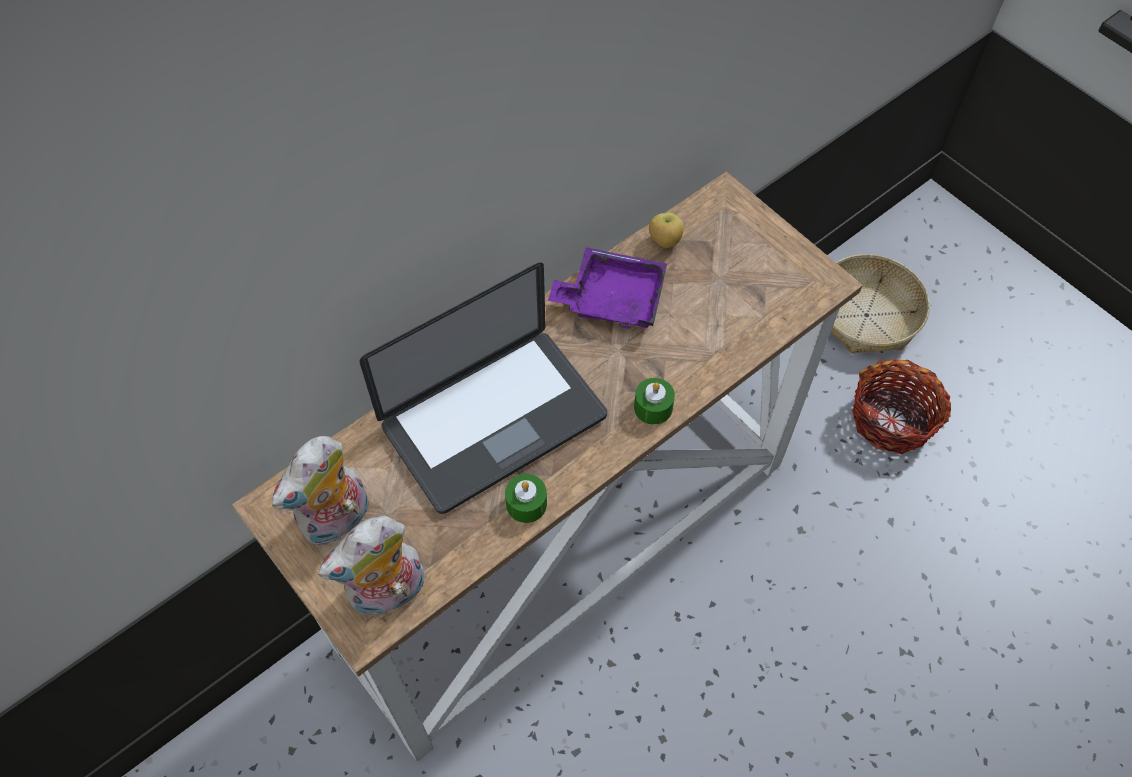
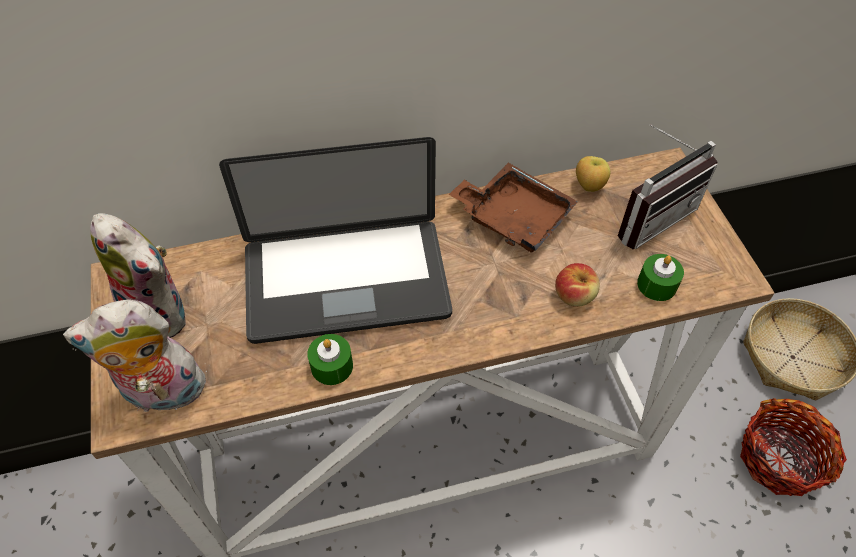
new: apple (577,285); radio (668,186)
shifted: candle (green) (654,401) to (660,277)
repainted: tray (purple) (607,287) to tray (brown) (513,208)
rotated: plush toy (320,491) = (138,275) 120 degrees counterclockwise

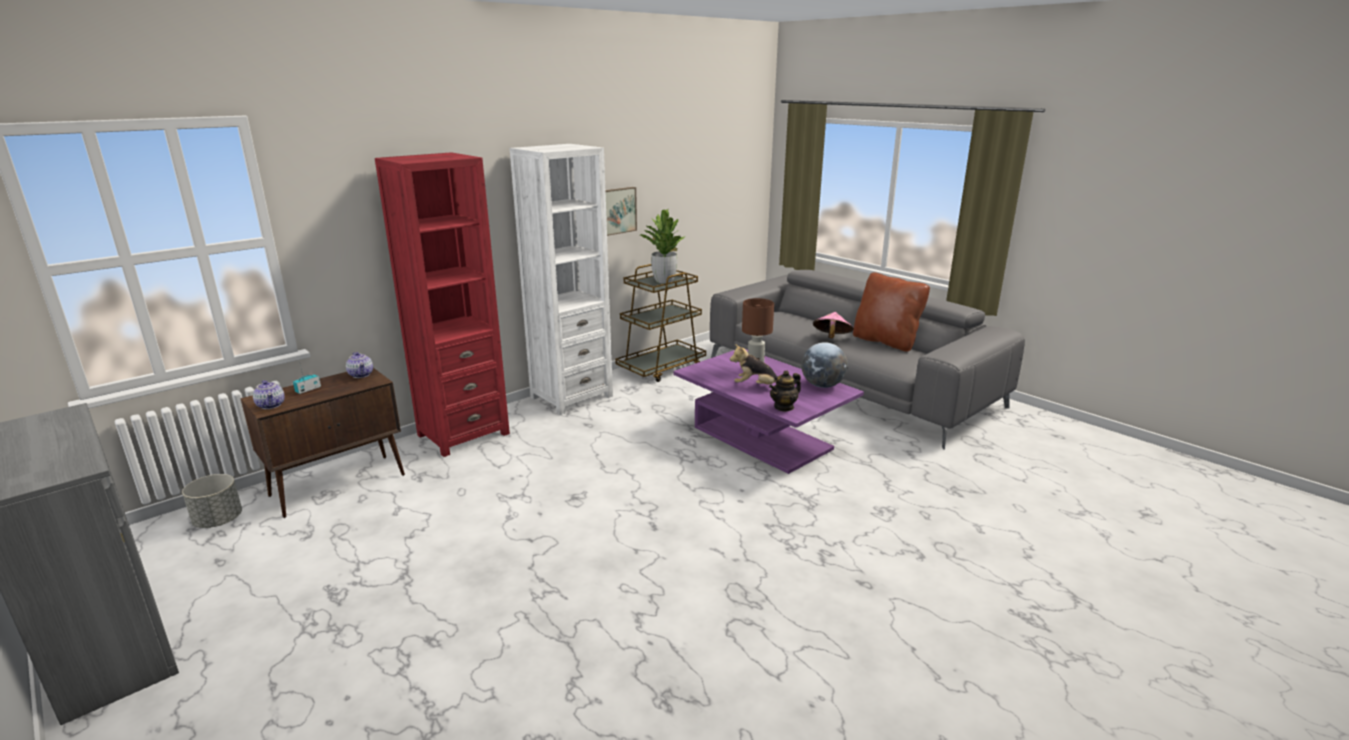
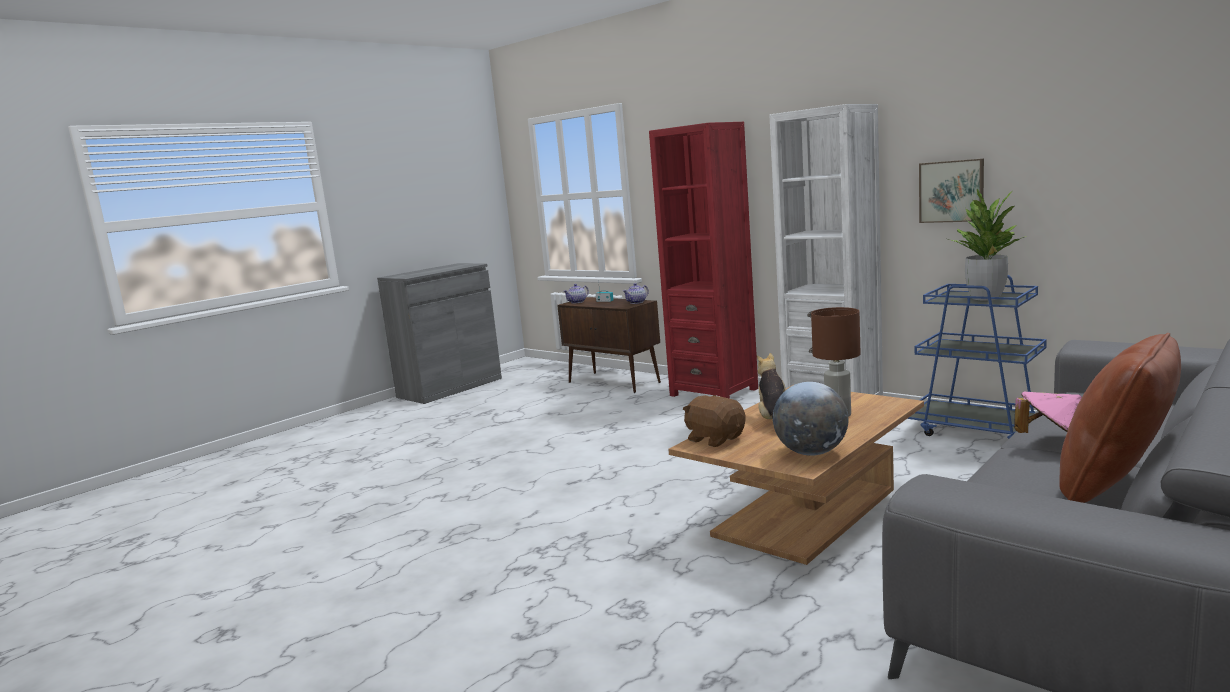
gone: planter (grey) (212,501)
swapped: teapot (785,391) to plush toy (brown) (714,421)
repainted: coffee table (purple) (768,411) to coffee table (brown) (796,475); cart (brown) (660,323) to cart (blue) (977,357)

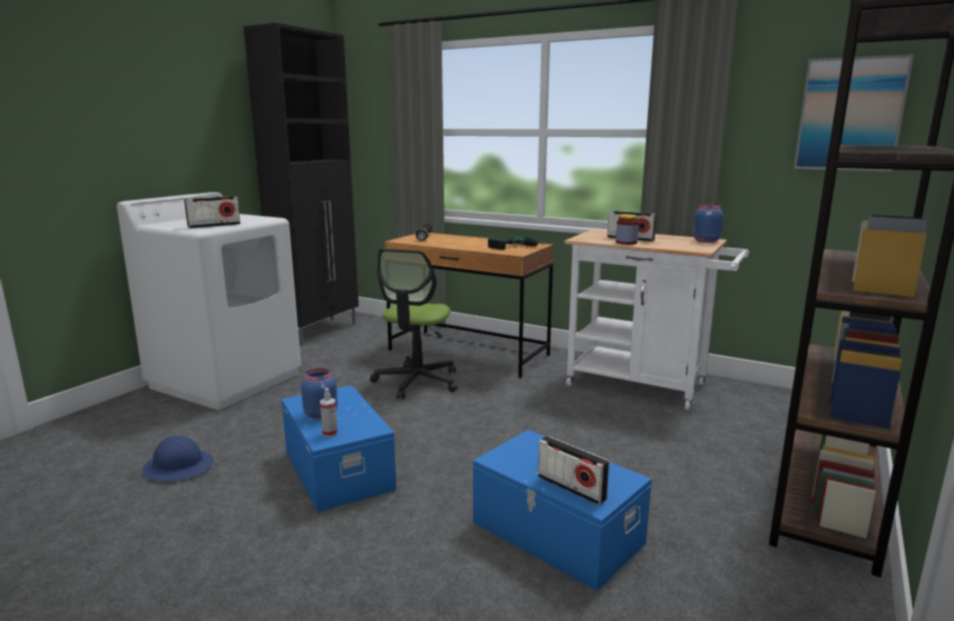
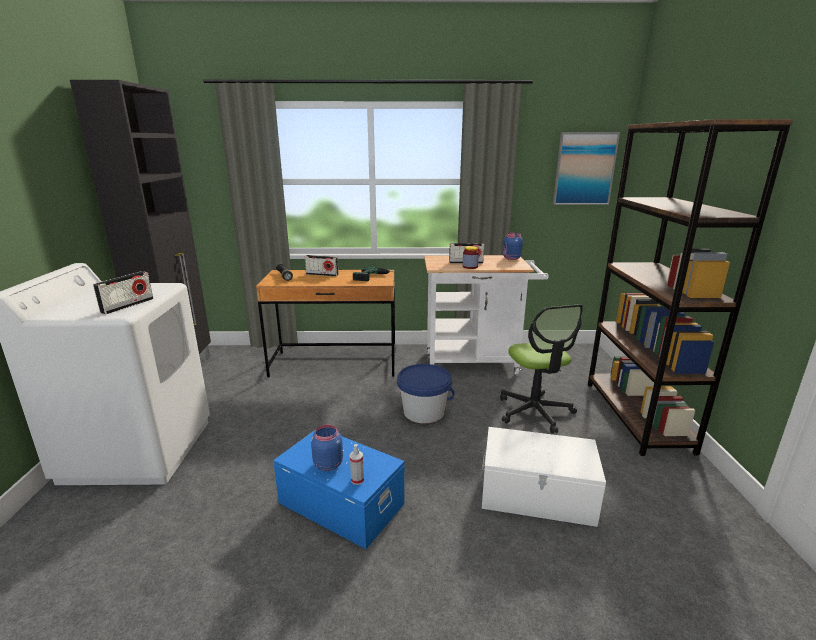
gone: hard hat (blue) (178,458)
new: bucket (blue) (426,393)
shifted: radio (574,470) to (322,265); office chair (414,324) to (541,369)
repainted: storage box (blue) (562,510) to storage box (white) (544,477)

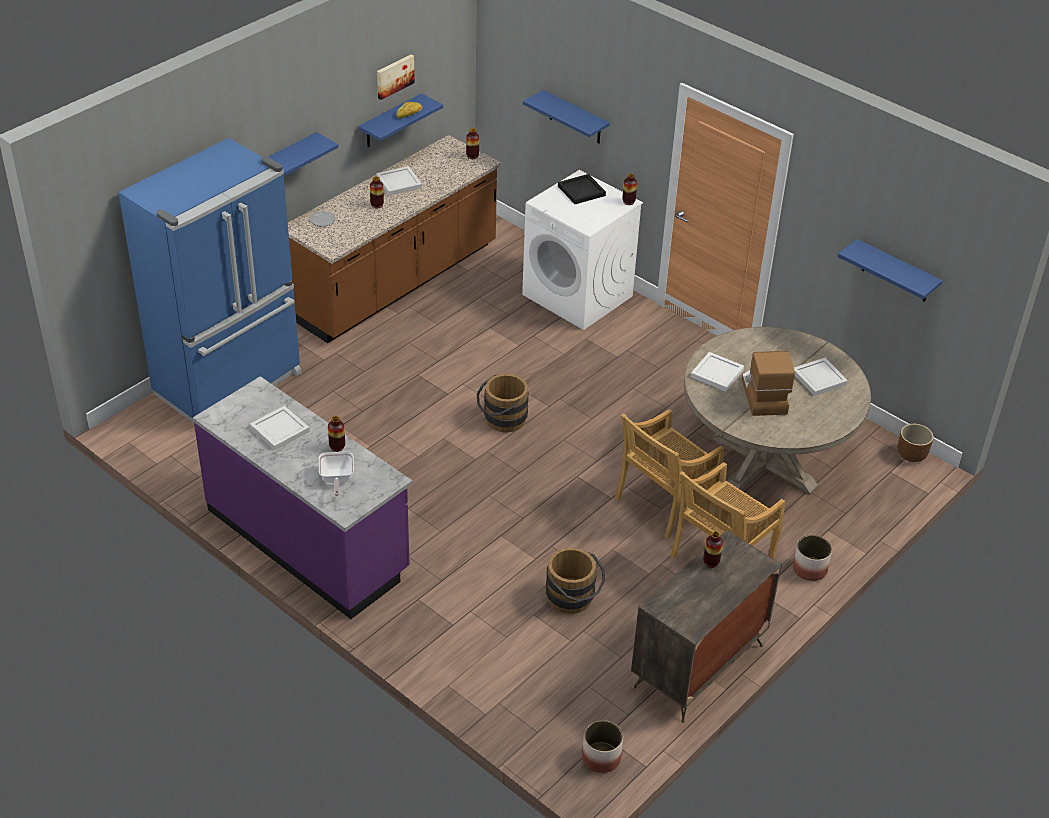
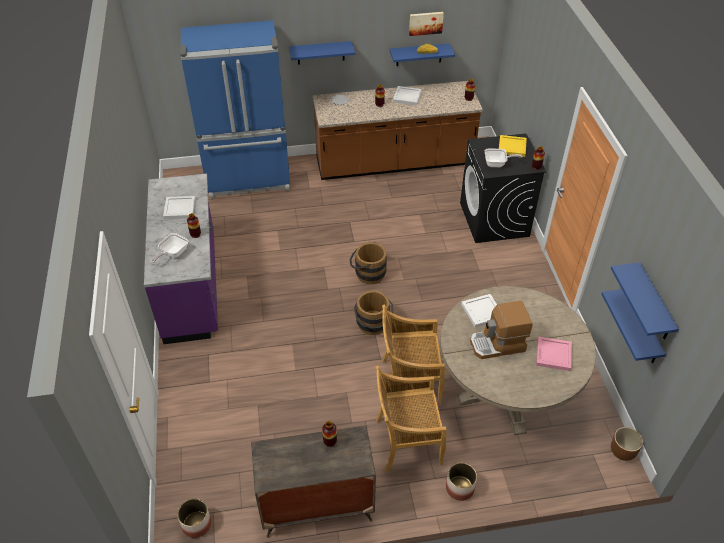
new: frying pan (504,158)
shifted: bucket (brown) (575,581) to (373,313); shelf (blue) (566,117) to (633,326)
repainted: washing machine (white) (582,250) to washing machine (black) (503,188); tray (black) (582,189) to tray (yellow) (513,146); tray (white) (821,377) to tray (pink) (554,354)
rotated: coffee machine (768,383) = (501,330) 135 degrees counterclockwise

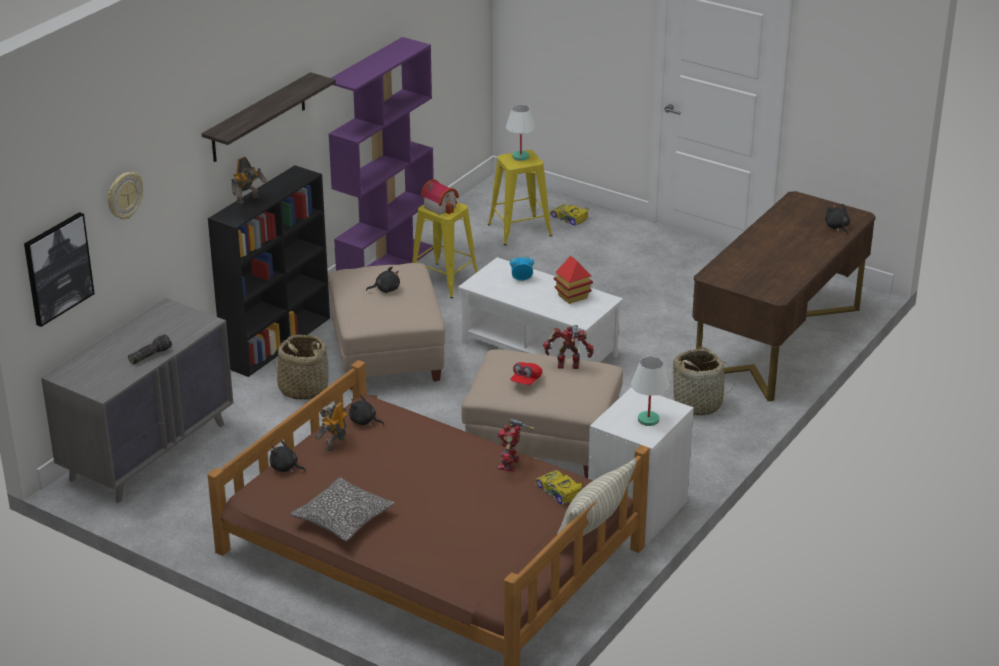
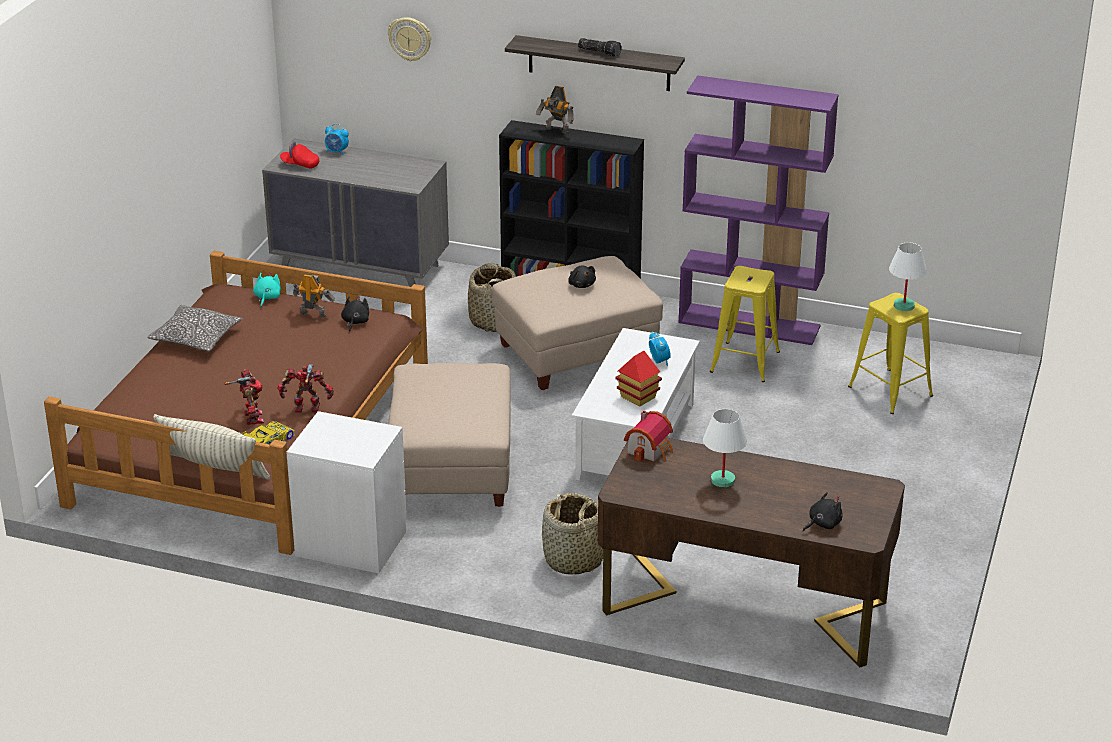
gone: picture (59,269); toy car (569,215)
new: alarm clock (337,139)
shifted: toy robot (568,347) to (244,397); cap (red) (526,373) to (299,155); flashlight (150,349) to (600,47); toy house (440,197) to (648,436); table lamp (white) (650,391) to (725,448)
repainted: plush toy (black) (288,456) to plush toy (turquoise) (267,289)

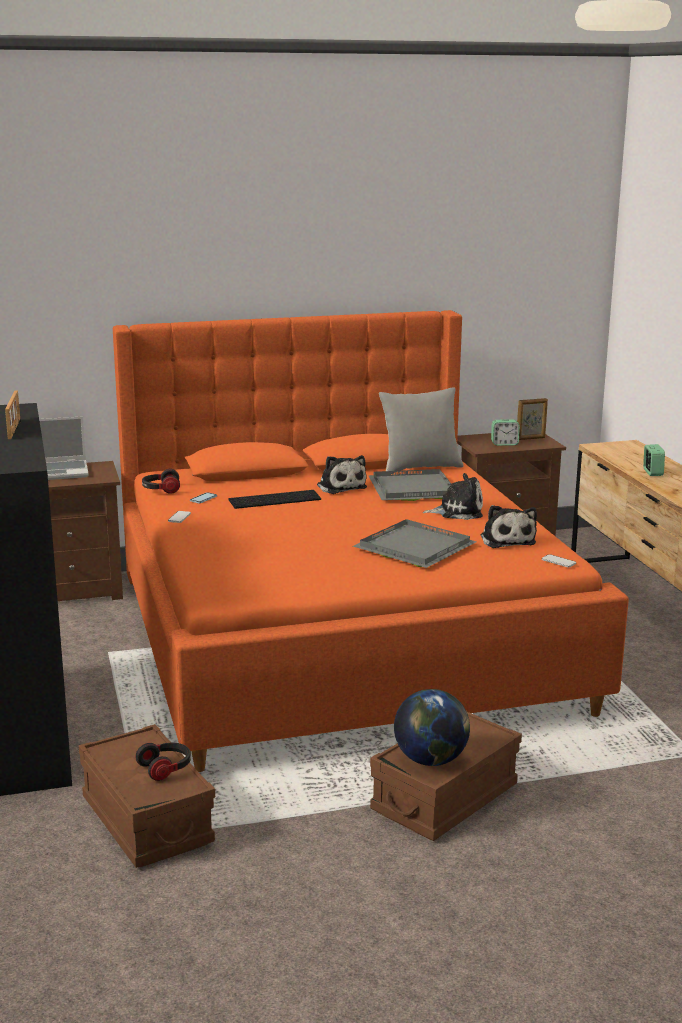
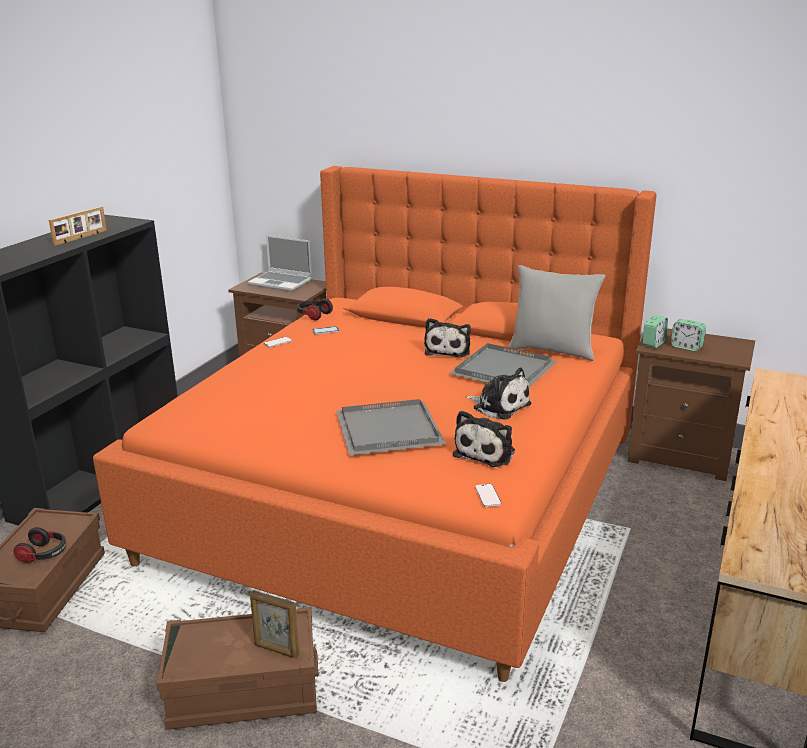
gone: keyboard (274,499); globe (432,727)
shifted: picture frame (532,419) to (274,624); alarm clock (654,460) to (655,331)

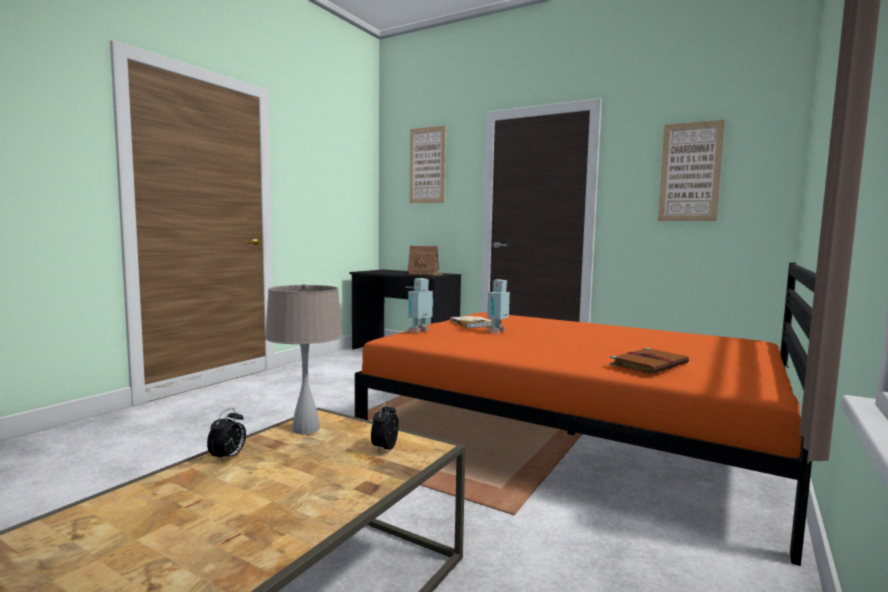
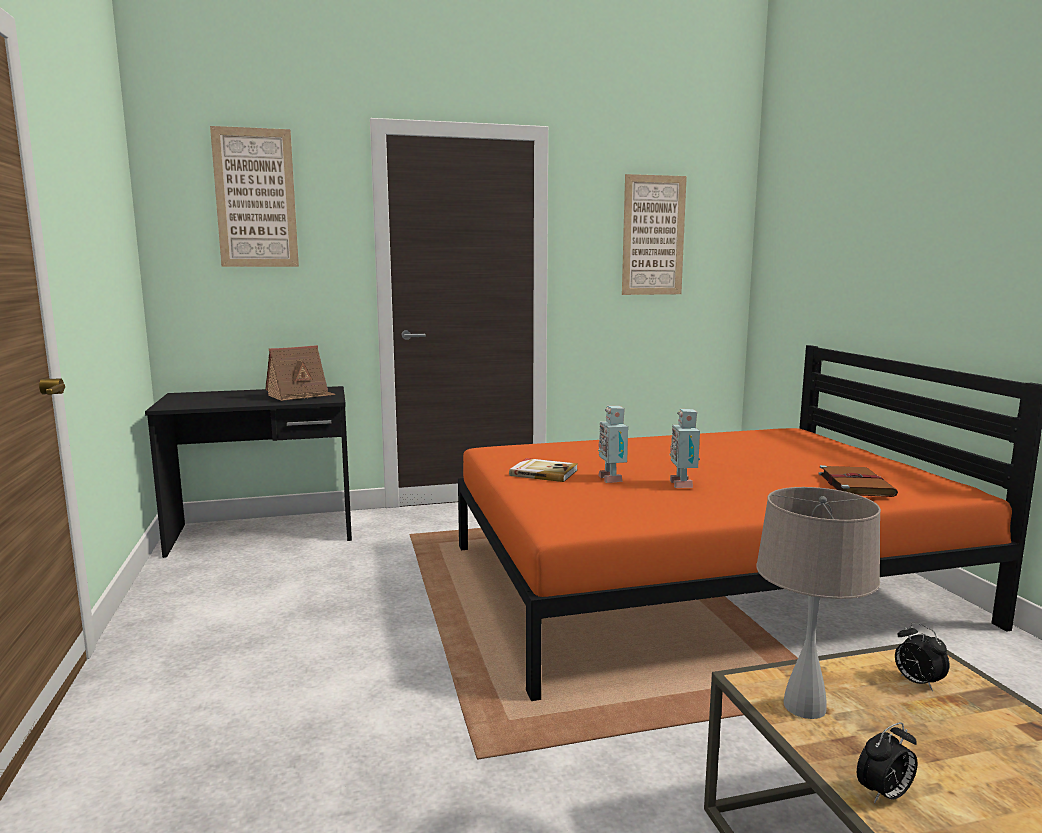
shifted: toy robot (421,305) to (684,448)
rotated: alarm clock (226,435) = (887,763) 90 degrees clockwise

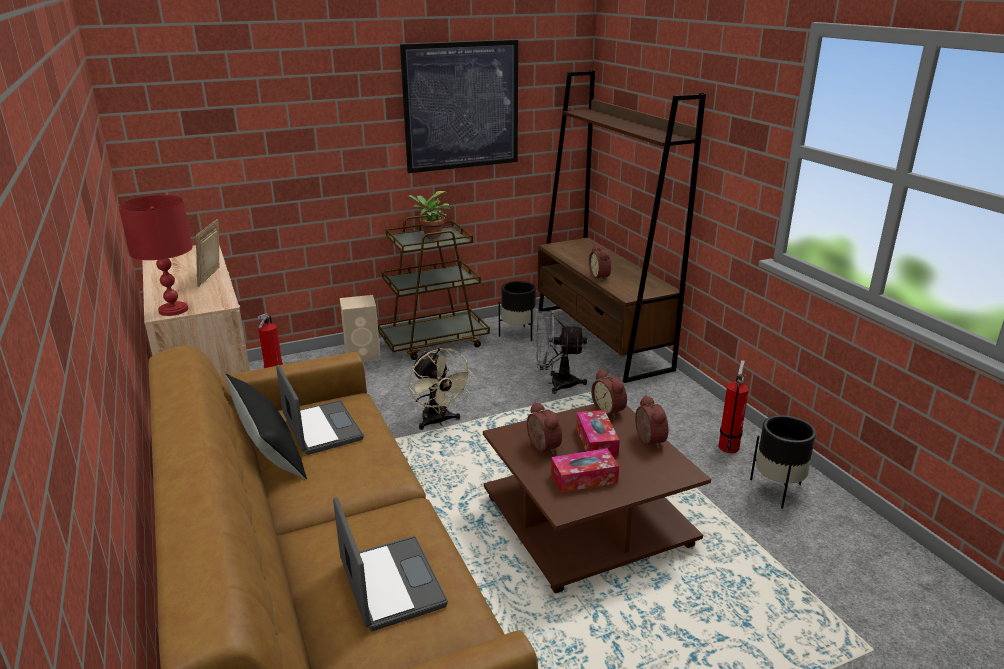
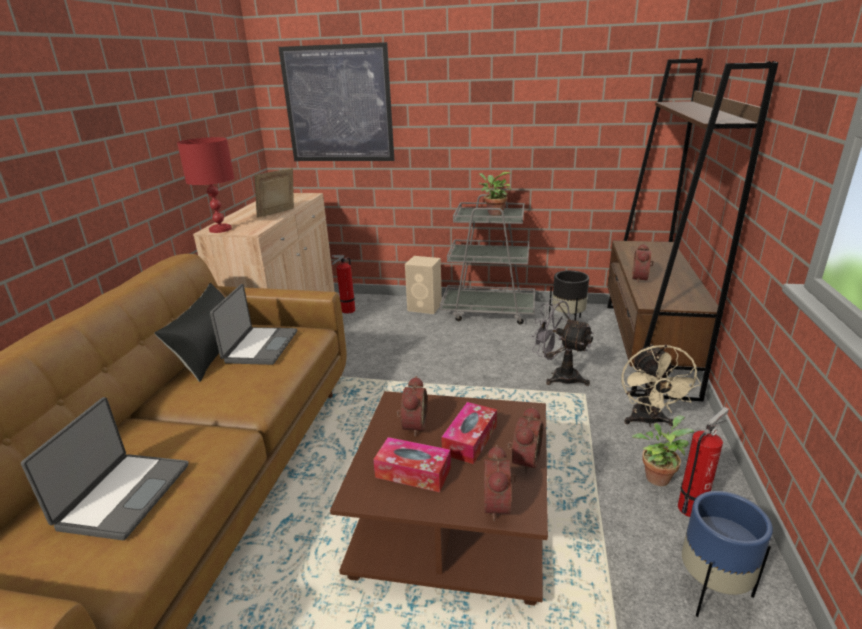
new: potted plant (663,451)
shifted: picture (459,106) to (336,101); alarm clock (609,393) to (500,483); fan (beige) (441,389) to (661,385)
repainted: cart (brown) (434,287) to cart (grey) (487,259); planter (black) (783,461) to planter (blue) (727,554)

